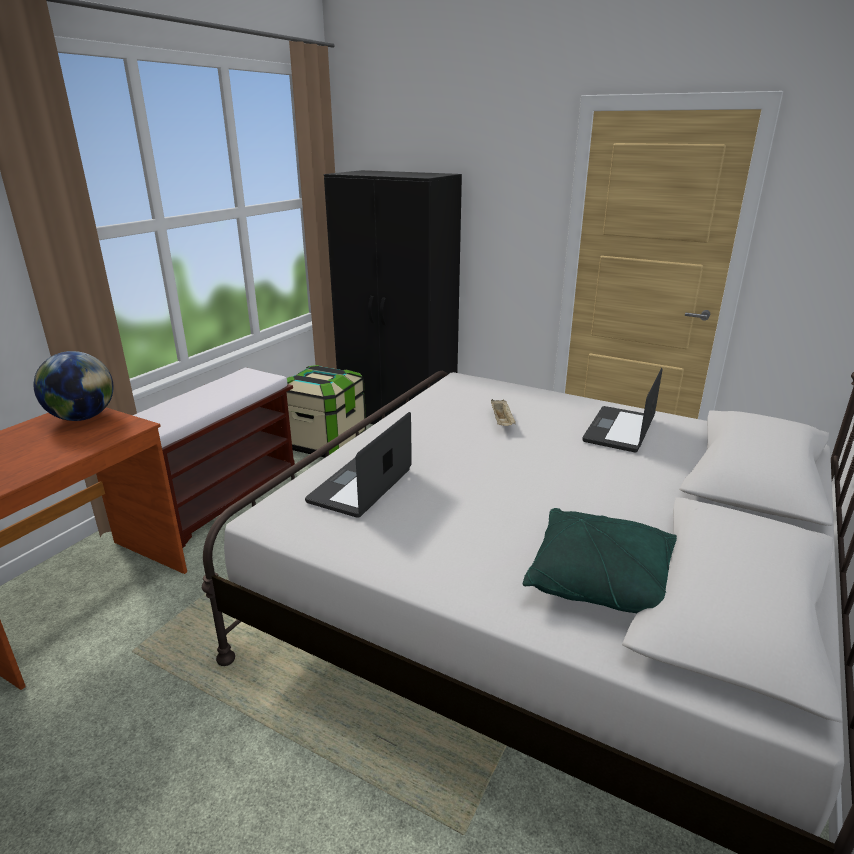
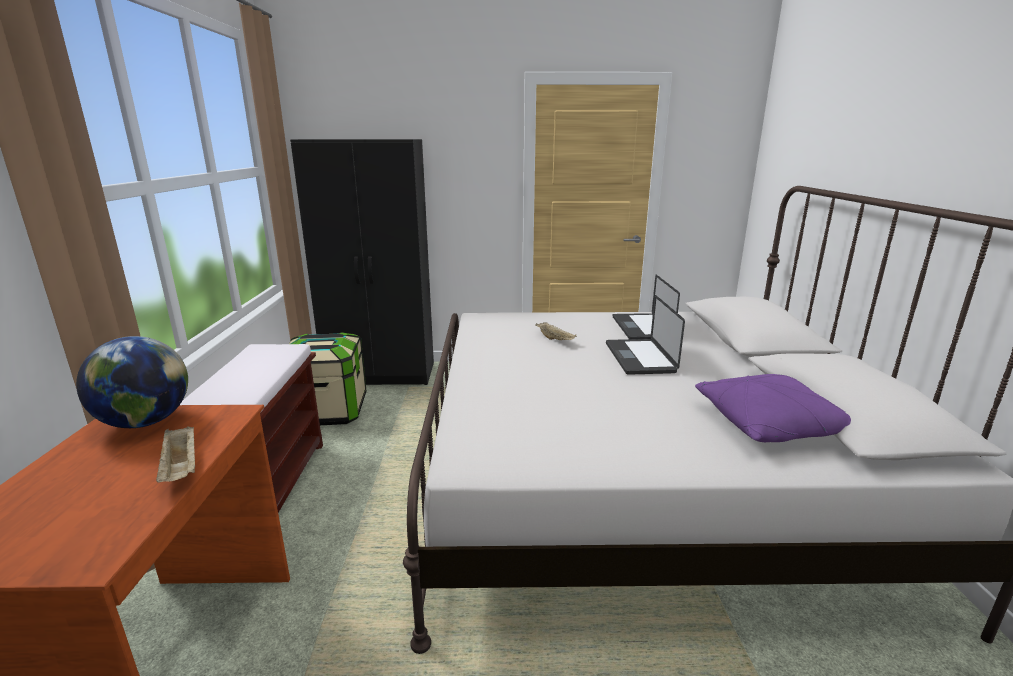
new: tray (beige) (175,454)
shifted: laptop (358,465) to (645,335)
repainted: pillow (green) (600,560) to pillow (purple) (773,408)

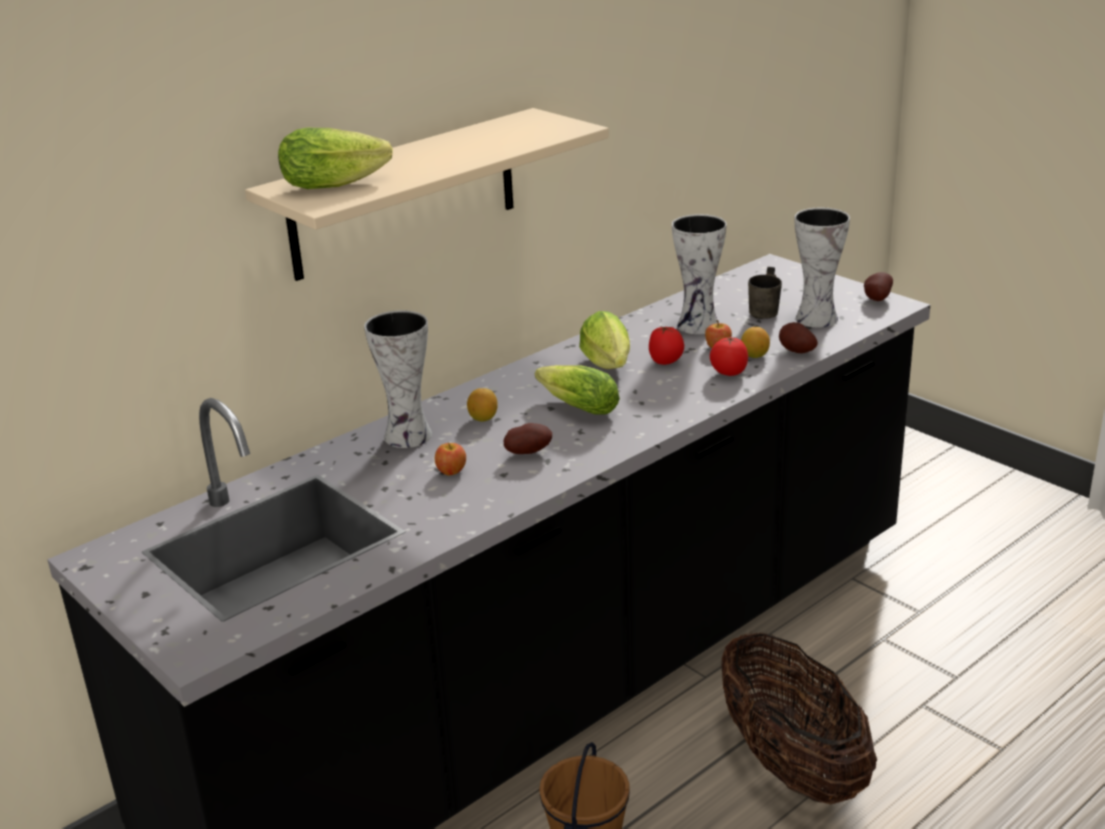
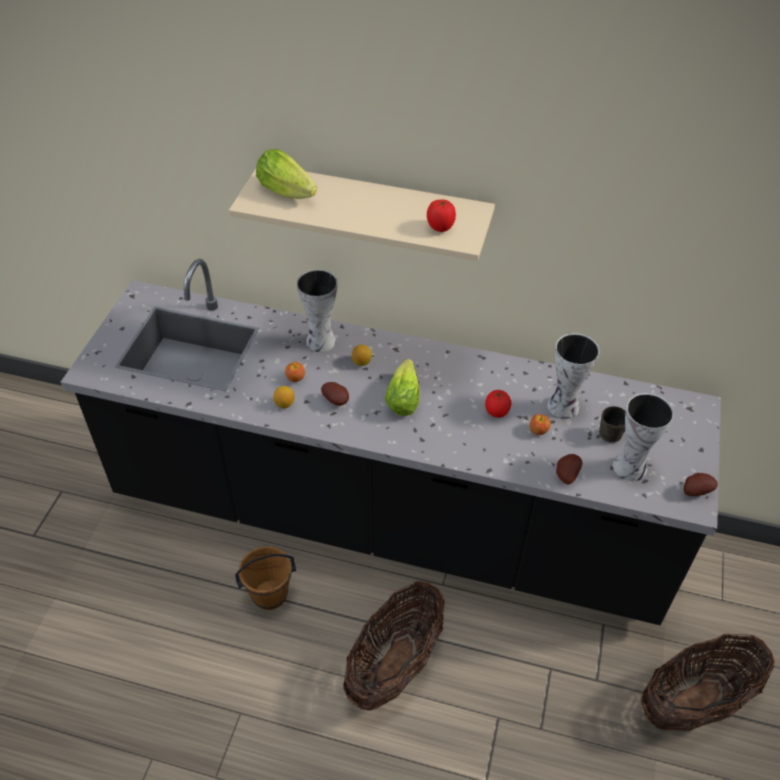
gone: lettuce (604,340)
new: basket (708,682)
shifted: lemon (755,342) to (284,397); tomato (729,356) to (441,215)

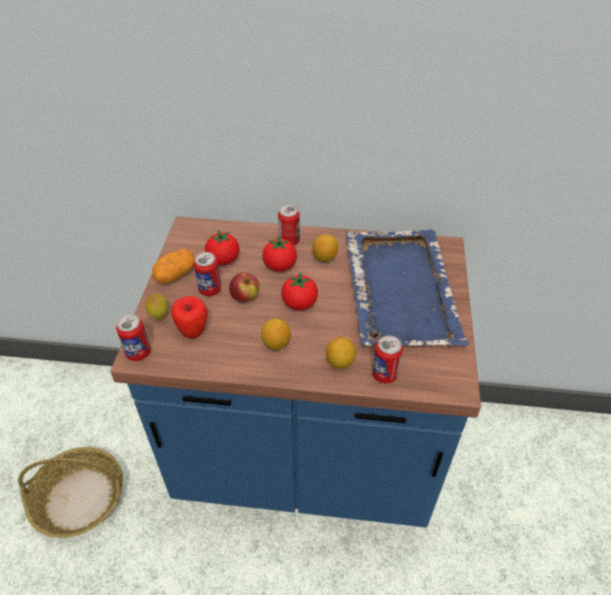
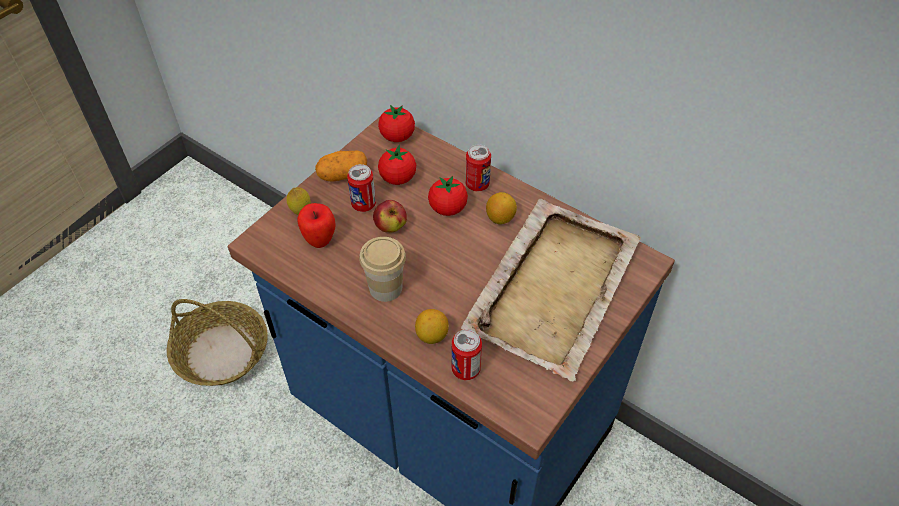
gone: can (133,337)
shifted: tomato (299,291) to (396,123)
swapped: lemon (276,334) to cup (382,269)
repainted: tray (blue) (407,288) to tray (beige) (551,290)

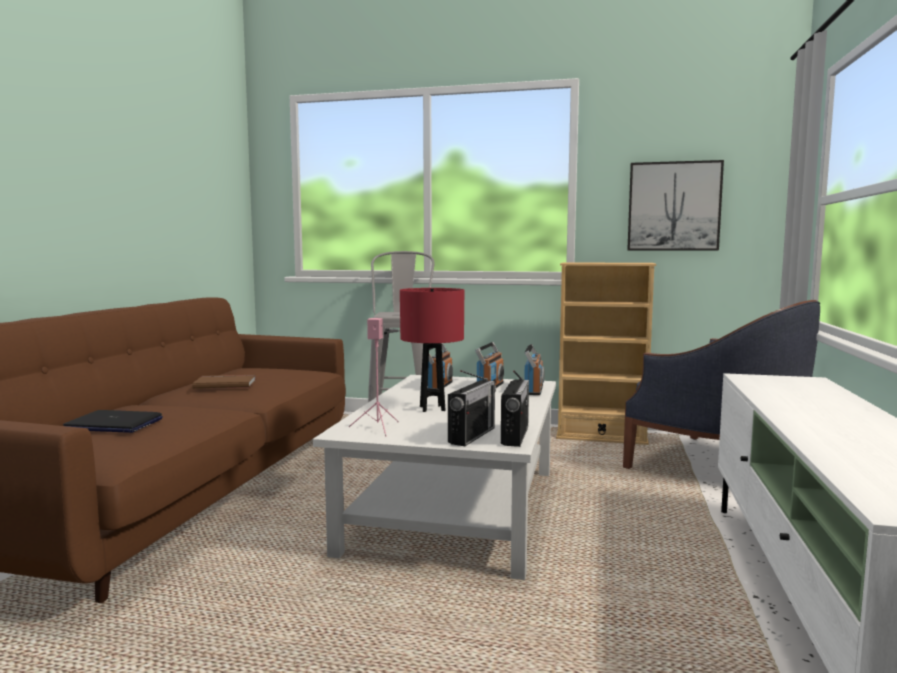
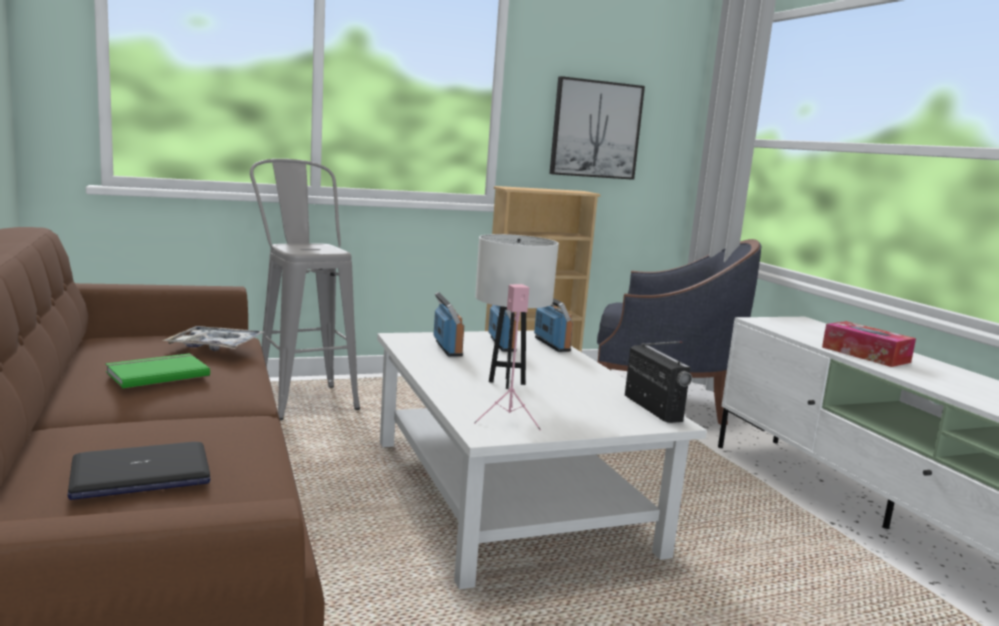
gone: radio (472,408)
new: tray (213,338); tissue box (869,344)
repainted: book (brown) (224,382) to book (green) (157,370); table lamp (red) (432,350) to table lamp (white) (517,311)

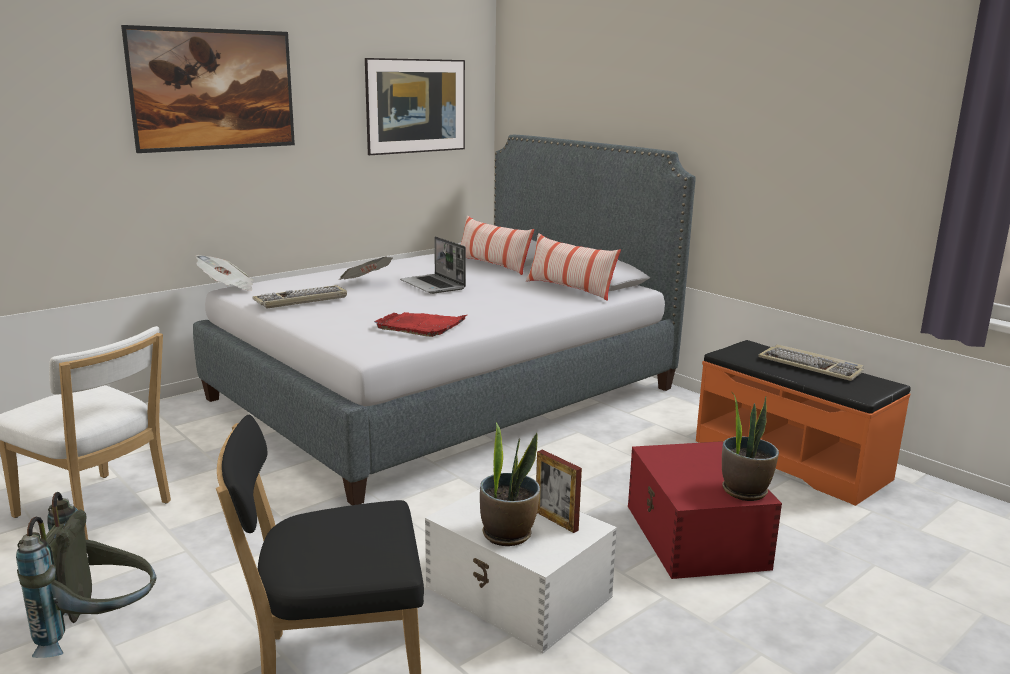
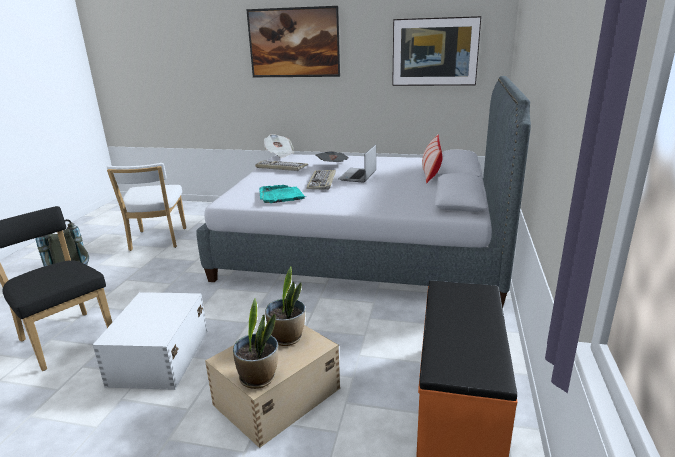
gone: pillow (573,267); picture frame (559,491)
shifted: potted plant (510,484) to (285,306); keyboard (811,363) to (321,180)
repainted: storage box (red) (705,510) to storage box (beige) (272,386); tray (red) (420,324) to tray (turquoise) (282,194)

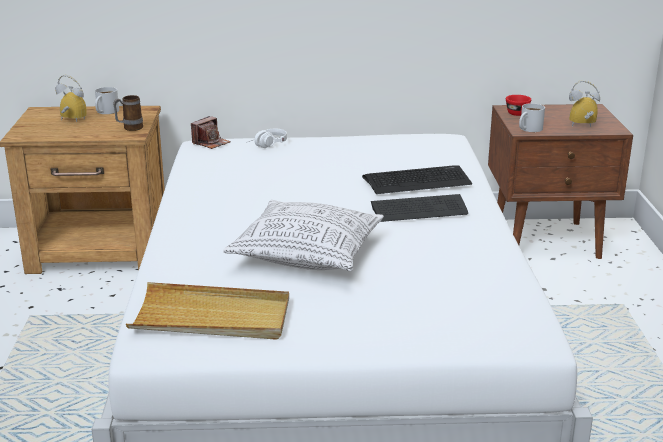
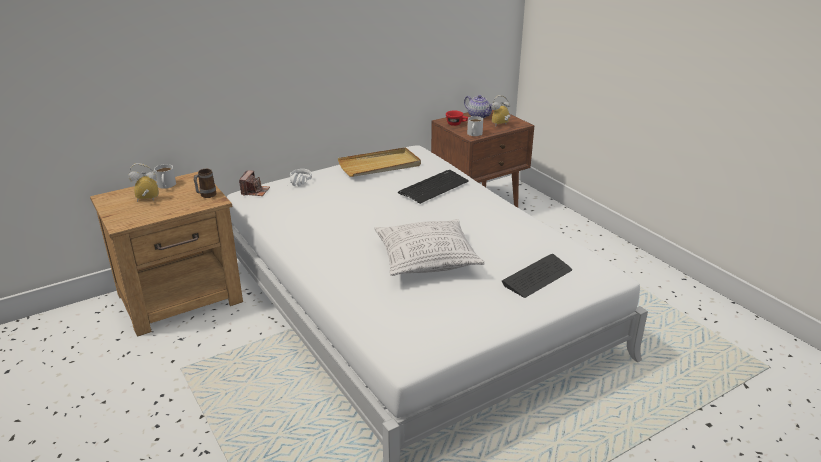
new: teapot (478,106)
shifted: tray (beige) (207,311) to (379,162); keyboard (419,208) to (537,276)

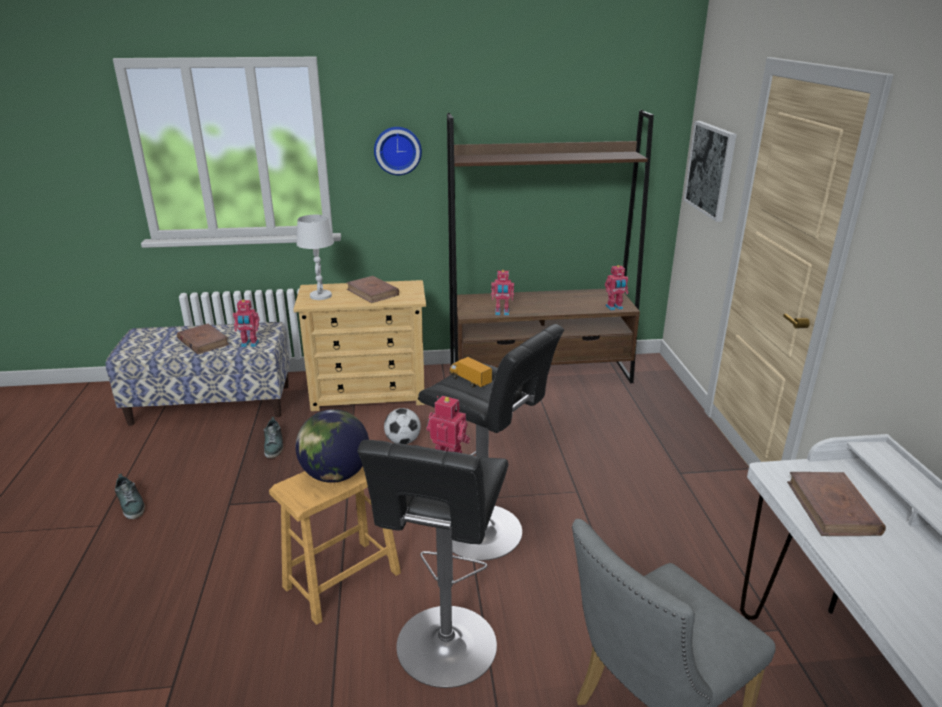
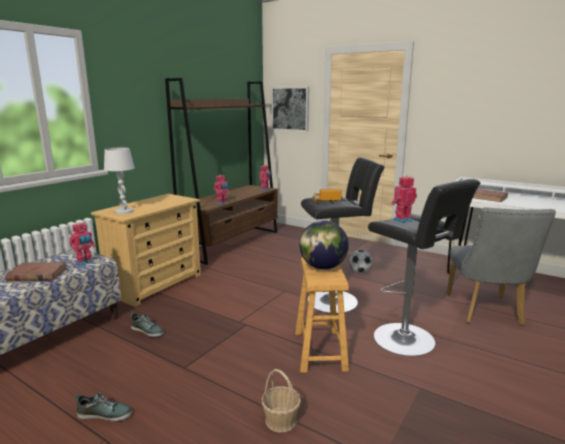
gone: book (brown) (372,289); wall clock (398,151)
new: basket (281,401)
shifted: football (402,426) to (361,261)

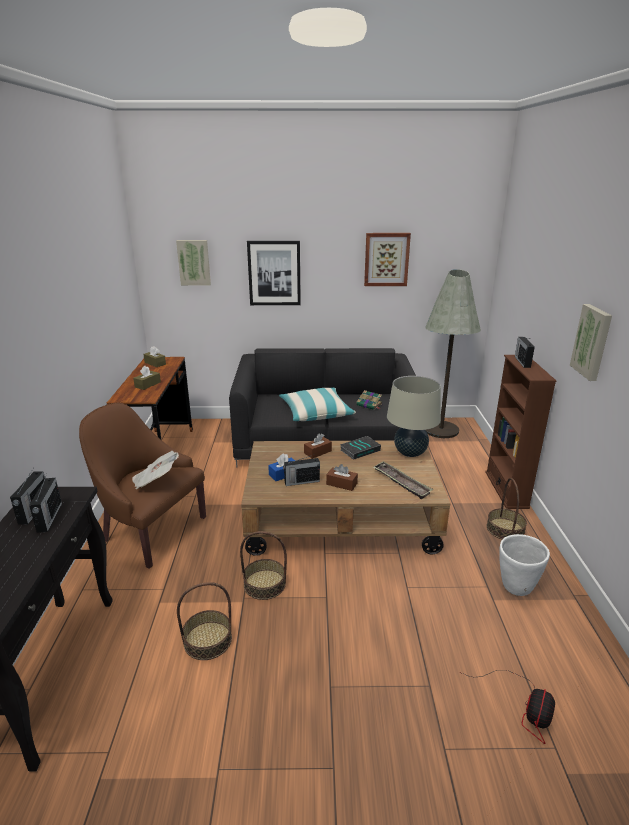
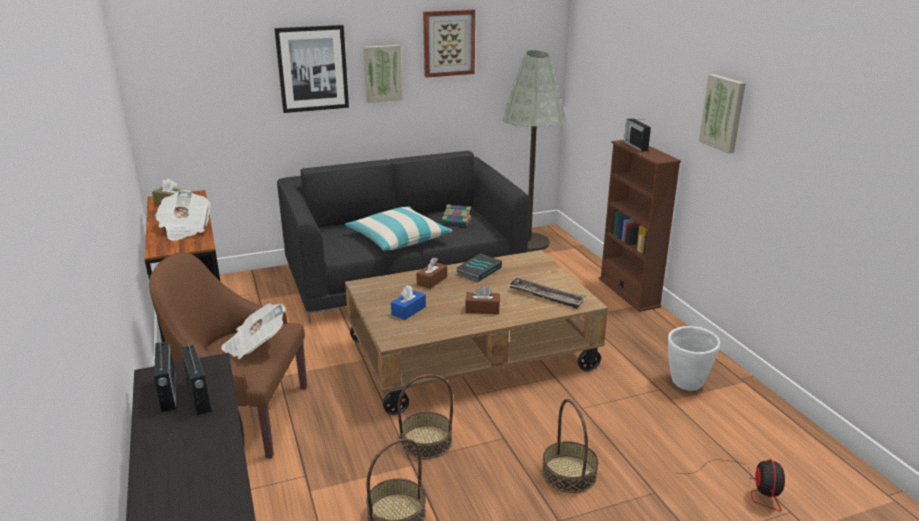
gone: radio (301,471); table lamp (beige) (414,416)
shifted: picture (193,263) to (383,74); basket (507,508) to (570,446)
swapped: tissue box (brown) (147,378) to newspaper (183,215)

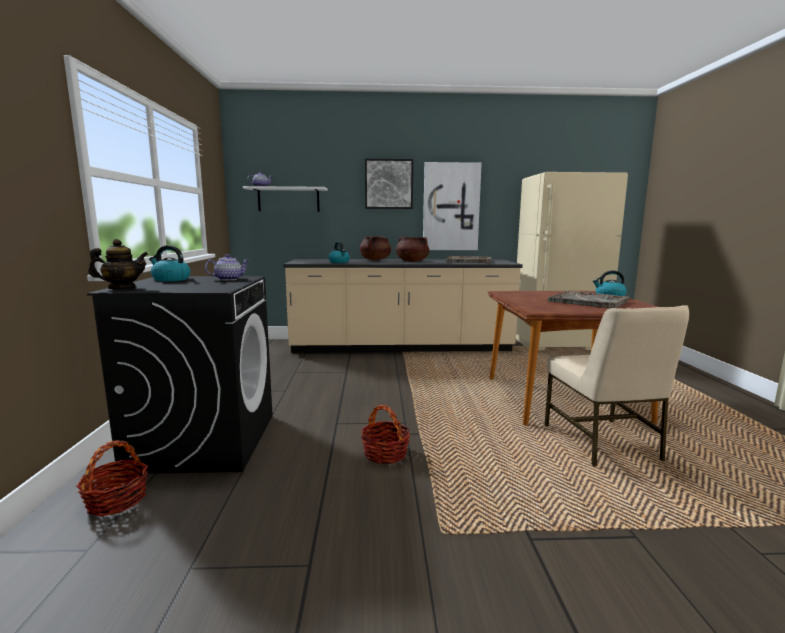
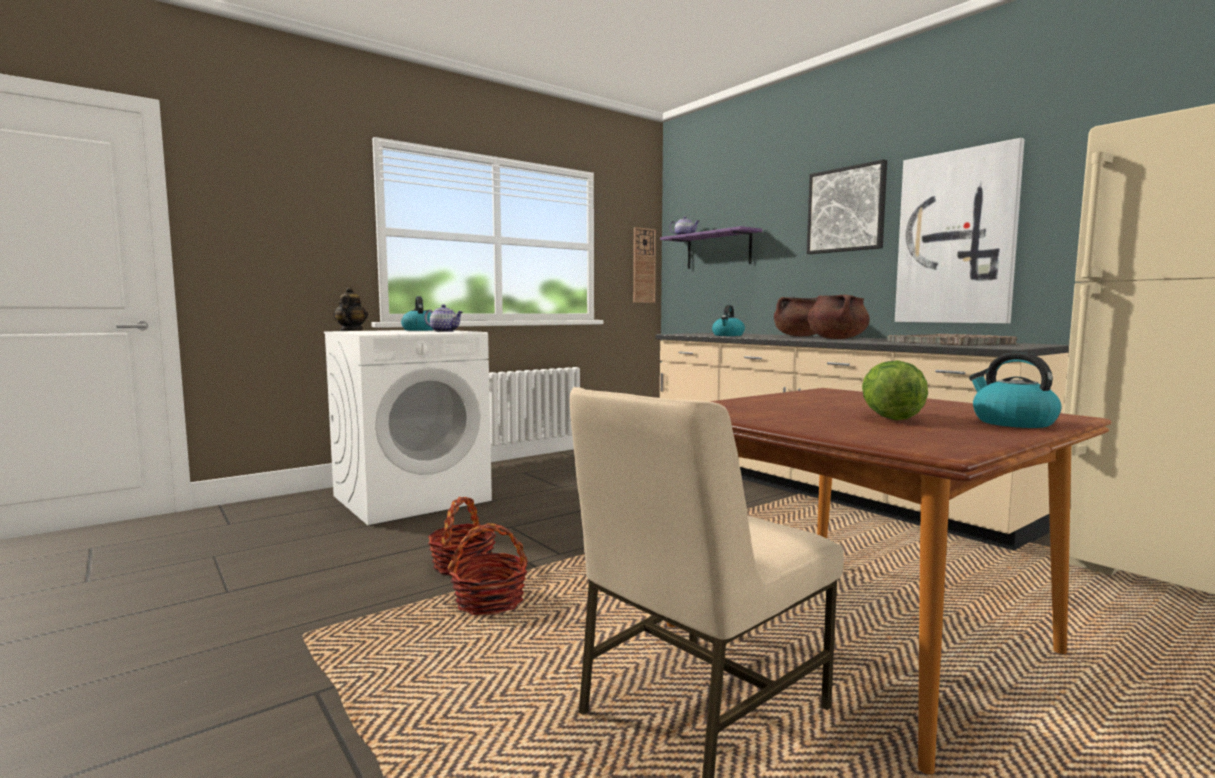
new: wall clock (644,265)
shifted: basket (112,478) to (487,569)
swapped: tray (grey) (588,299) to lettuce (895,390)
repainted: washing machine (black) (180,375) to washing machine (white) (408,427); shelf (white) (285,199) to shelf (purple) (711,247)
rotated: teapot (118,264) = (350,309) 135 degrees counterclockwise

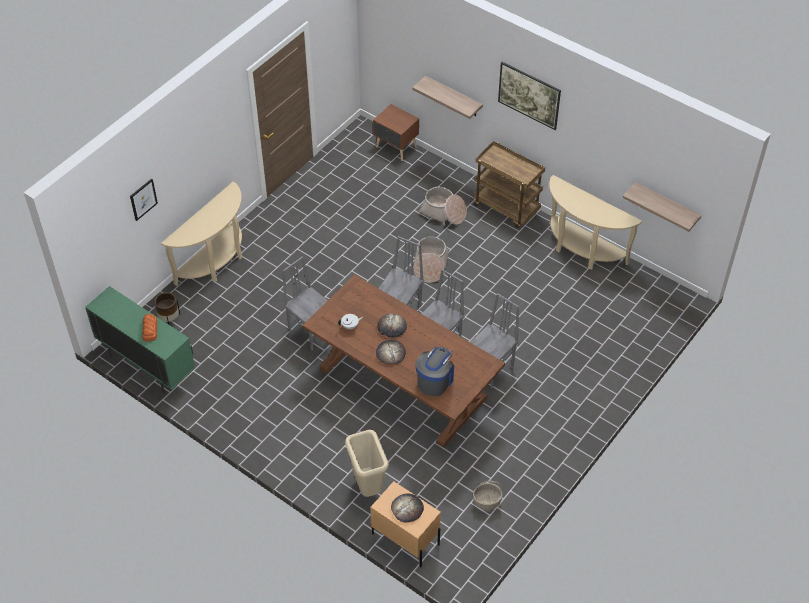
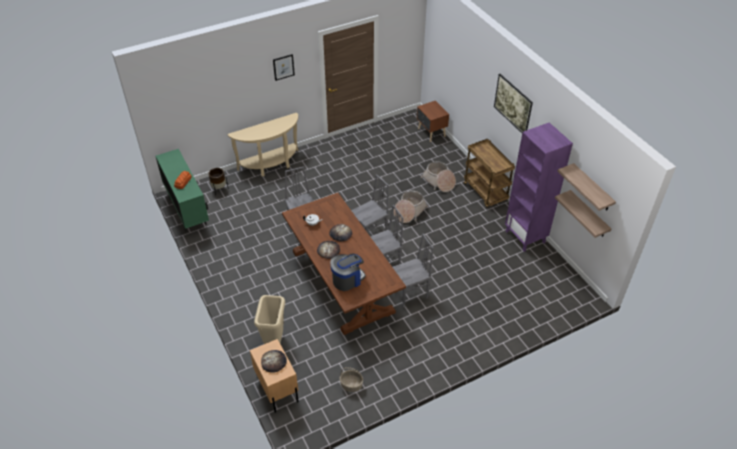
shifted: picture (144,199) to (284,67); shelf (447,97) to (586,187)
swapped: console table (beige) (595,222) to bookcase (purple) (539,187)

